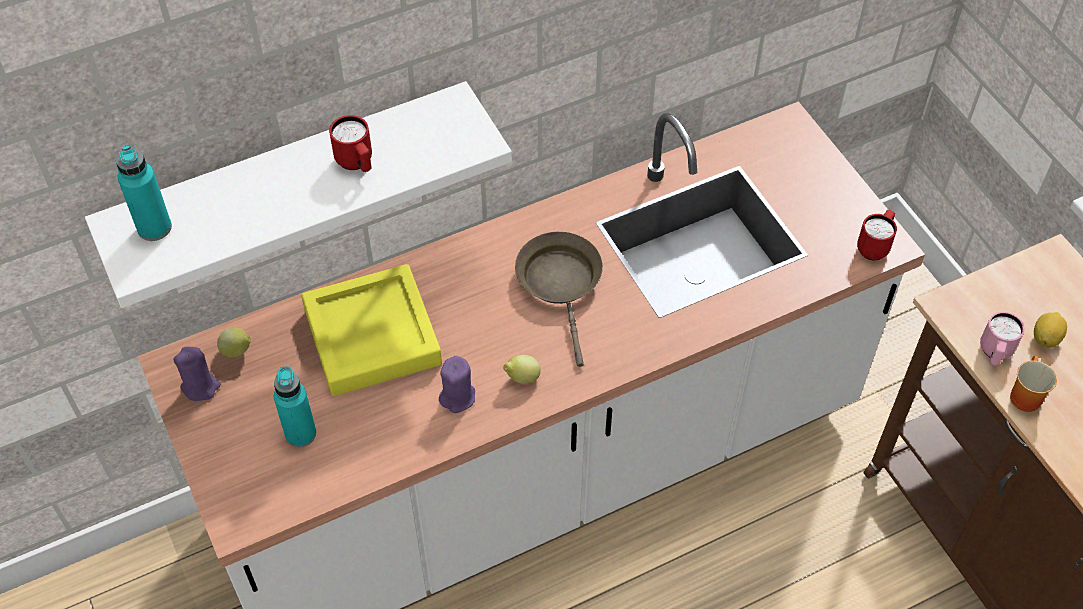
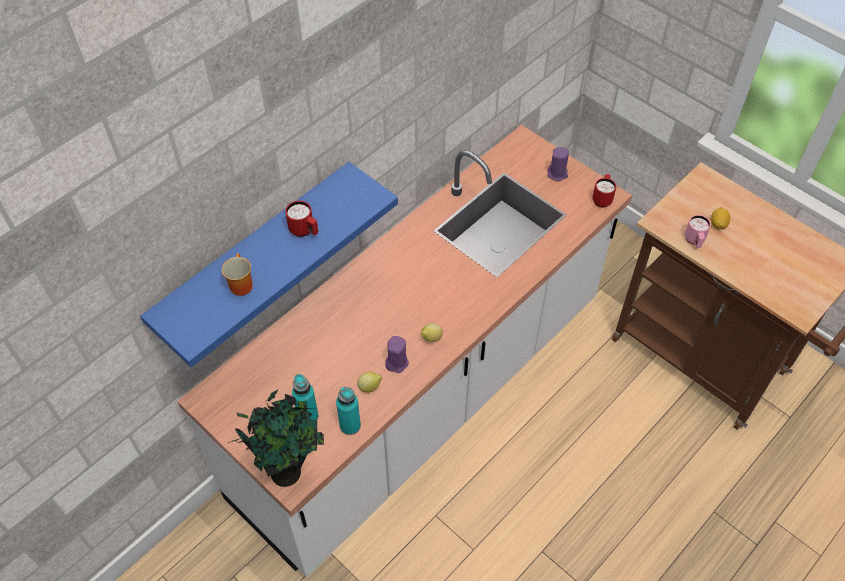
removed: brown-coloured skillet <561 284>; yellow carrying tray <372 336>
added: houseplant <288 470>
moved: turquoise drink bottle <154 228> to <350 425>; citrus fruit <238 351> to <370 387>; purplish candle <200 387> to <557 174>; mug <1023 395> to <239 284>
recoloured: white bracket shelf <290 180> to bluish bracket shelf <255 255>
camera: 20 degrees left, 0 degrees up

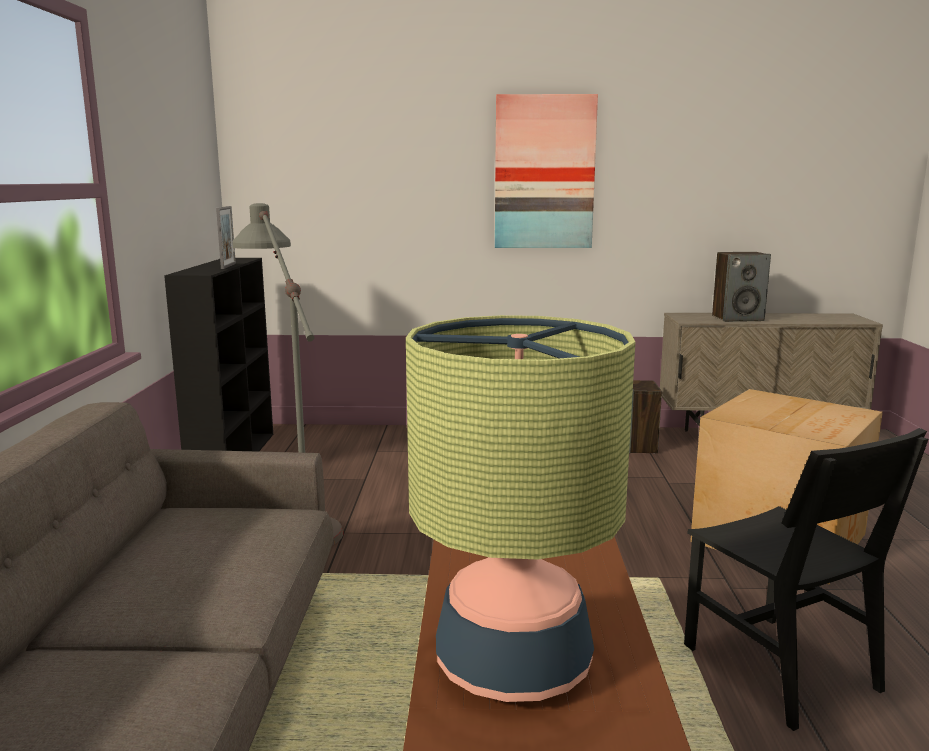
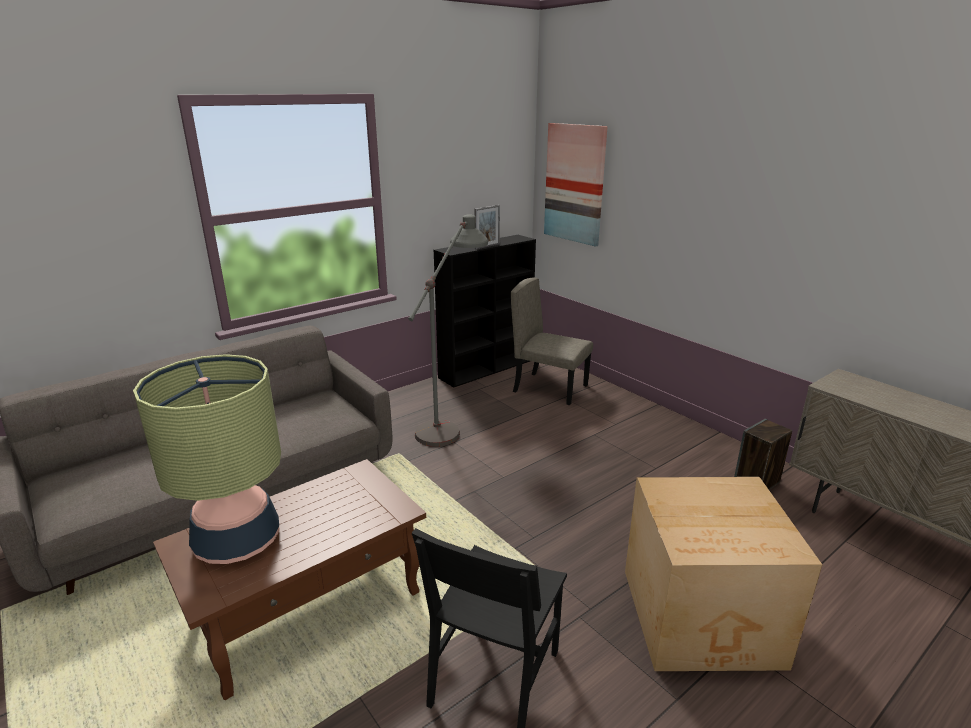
removed: loudspeaker <737 318>
added: sand-coloured plain chair <550 388>
moved: picture <544 172> to <575 184>
camera: 50 degrees right, 10 degrees up

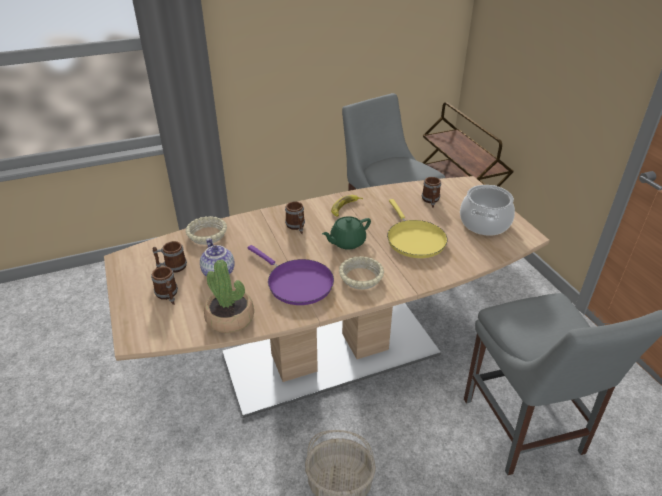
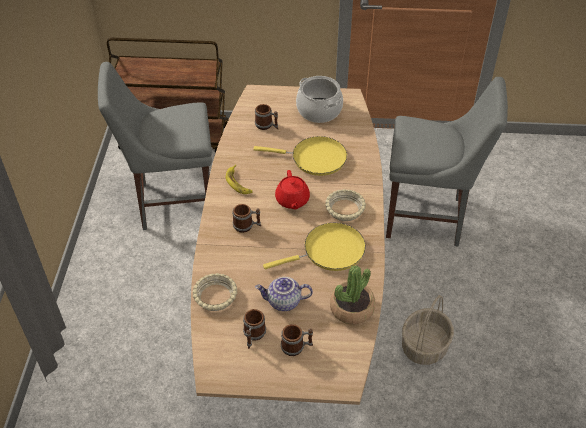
recoloured: green tea pot <347 242> to red-coloured tea pot <292 200>; purplish skillet <297 283> to yellow skillet <329 251>
camera: 65 degrees left, 10 degrees up

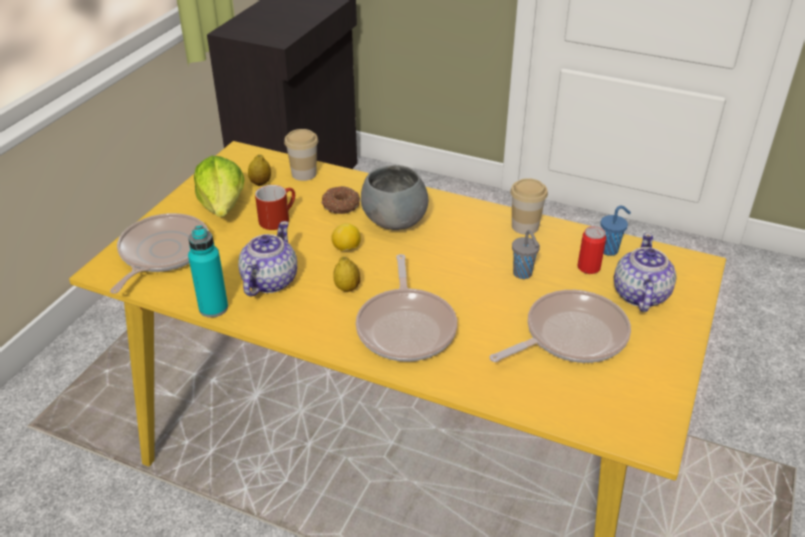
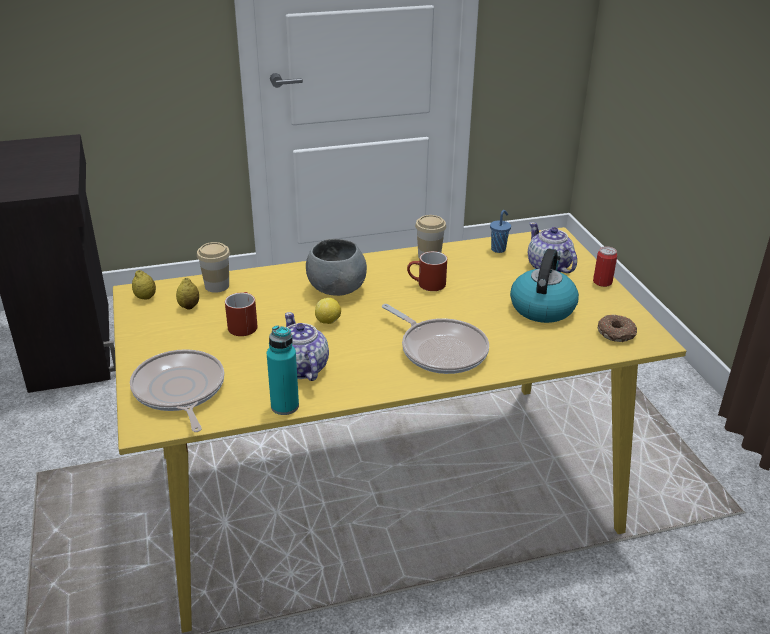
removed: lettuce head <223 206>; gray small cup <523 274>
added: red-coloured mug <426 285>
moved: donut <341 206> to <616 334>; metal can <588 267> to <602 282>; citrus fruit <347 288> to <145 297>
replaced: skillet <570 336> to tea kettle <542 307>
camera: 40 degrees left, 5 degrees down

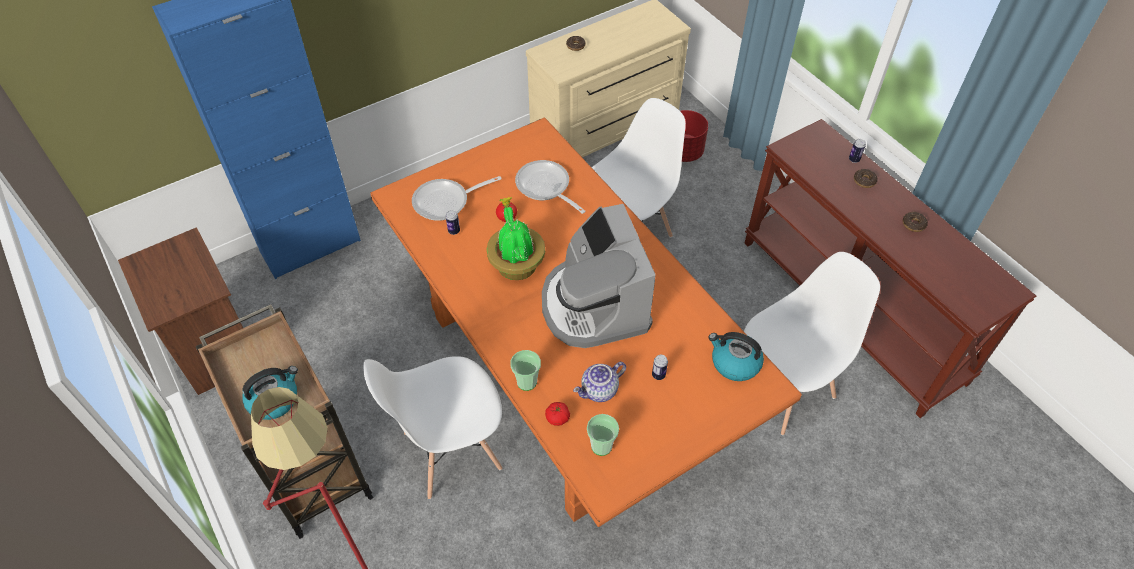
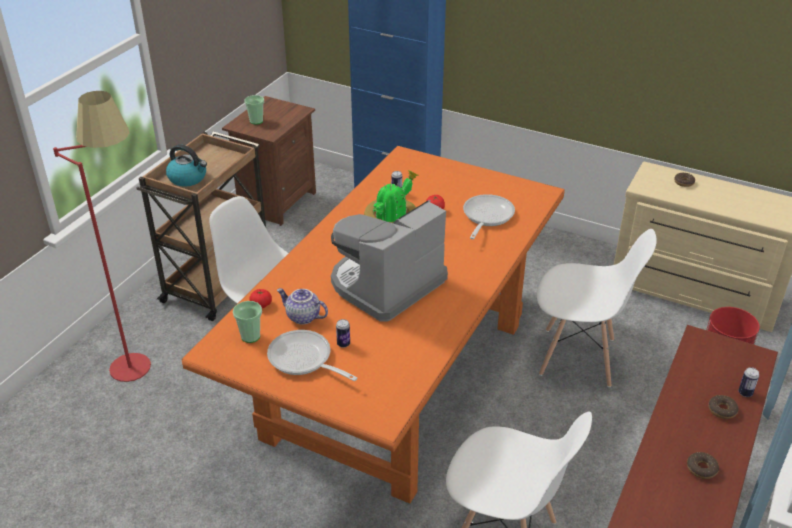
removed: tea kettle <734 363>
moved: skillet <446 202> to <304 360>; small cup <527 382> to <256 121>
camera: 60 degrees right, 15 degrees down

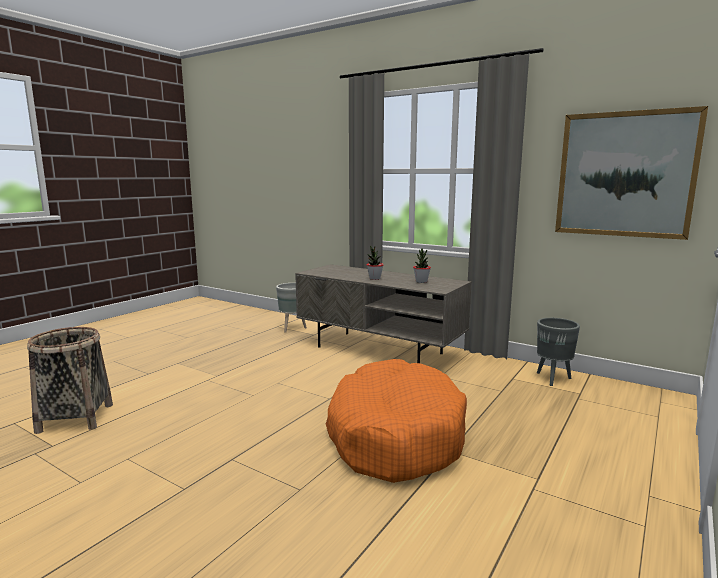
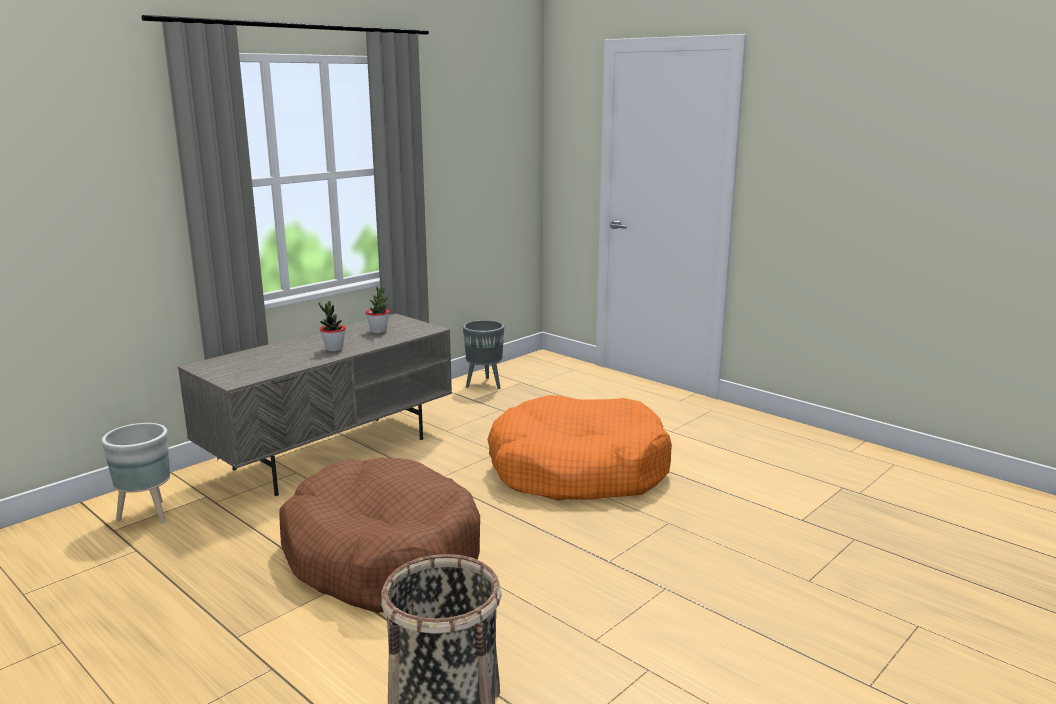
removed: picture <625 174>
added: brown-coloured dog bed <382 556>
camera: 80 degrees left, 5 degrees up

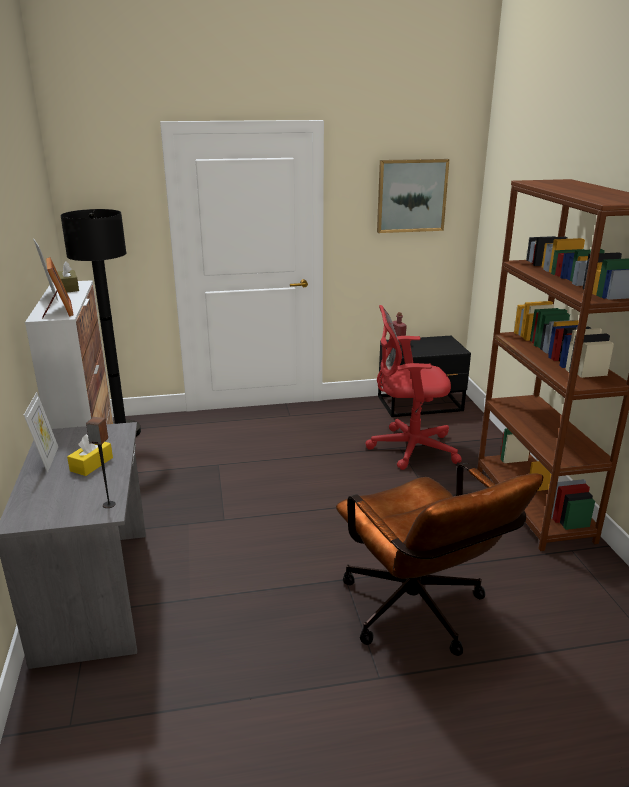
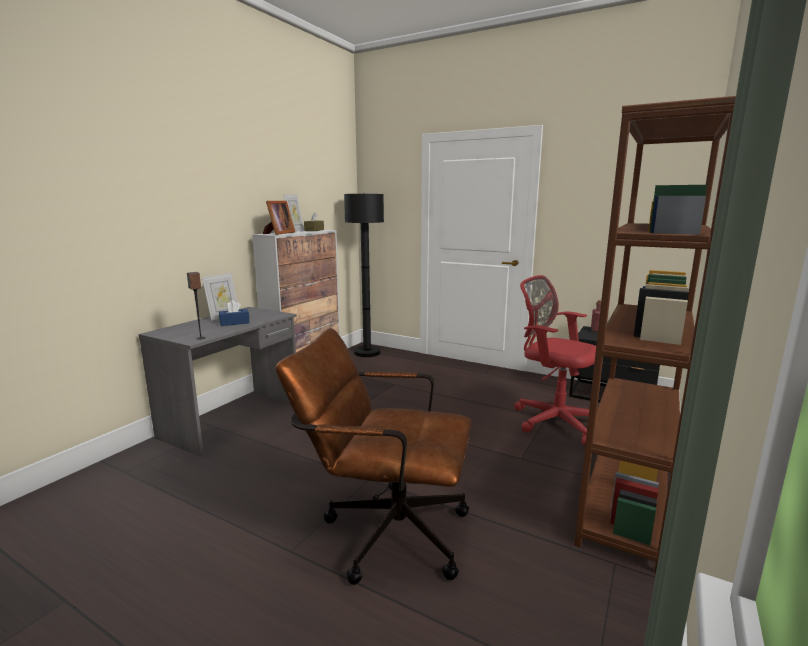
removed: picture <411 195>
recoloured: yellow tissue holder <91 464> to bluish tissue holder <234 323>
turned: brown-coloured office chair <419 615> = <384 530> 90 degrees clockwise
camera: 40 degrees right, 10 degrees down

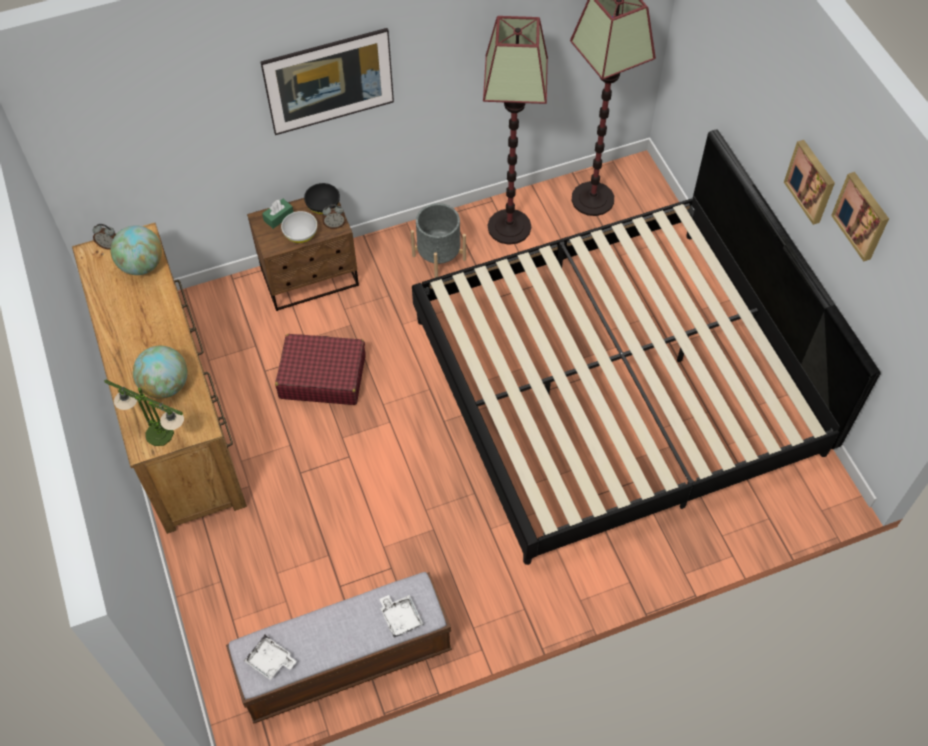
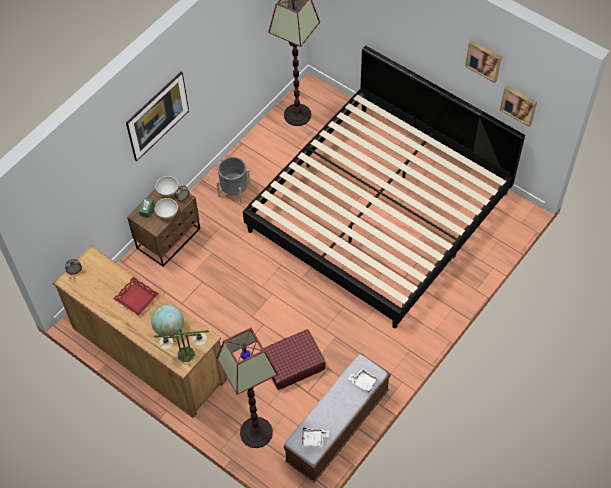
removed: globe <142 265>
added: red-coloured carrying tray <136 298>
moved: standard lamp <509 227> to <256 432>; picture <811 181> to <519 105>; red-coloured suitcase <322 376> to <292 363>
recoloured: black-coloured deep dish <323 206> to white deep dish <168 190>
camera: 30 degrees left, 0 degrees up

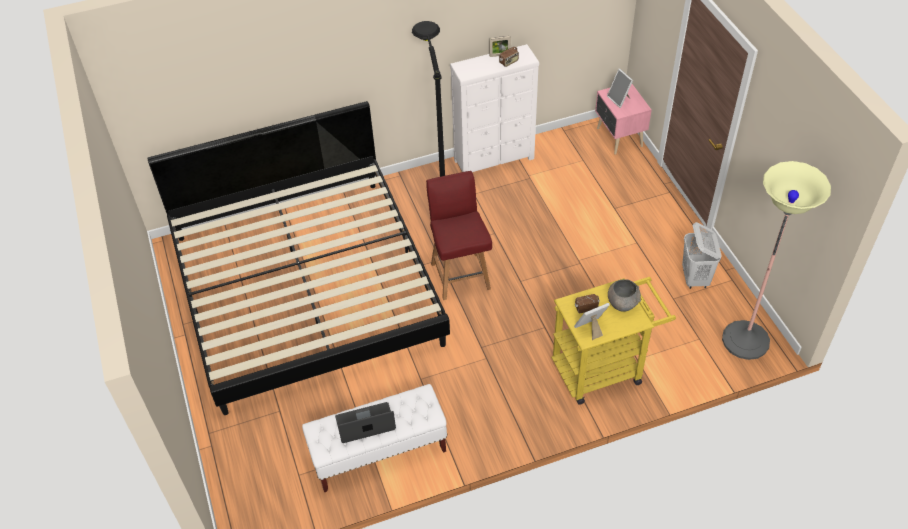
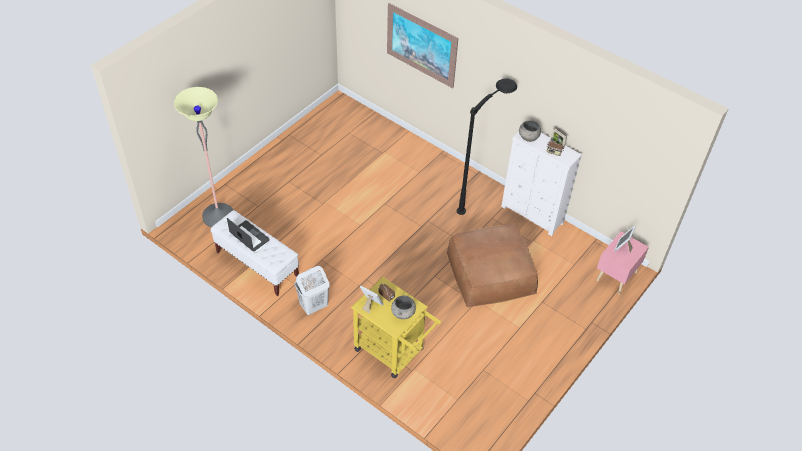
removed: sleeping bed <306 288>; red-coloured plain chair <460 275>
added: picture <421 45>; gray deep dish <528 138>; brown-coloured ottoman <491 272>
moved: standard lamp <745 340> to <218 216>; white washing basket <695 278> to <313 306>
camera: 55 degrees right, 0 degrees up

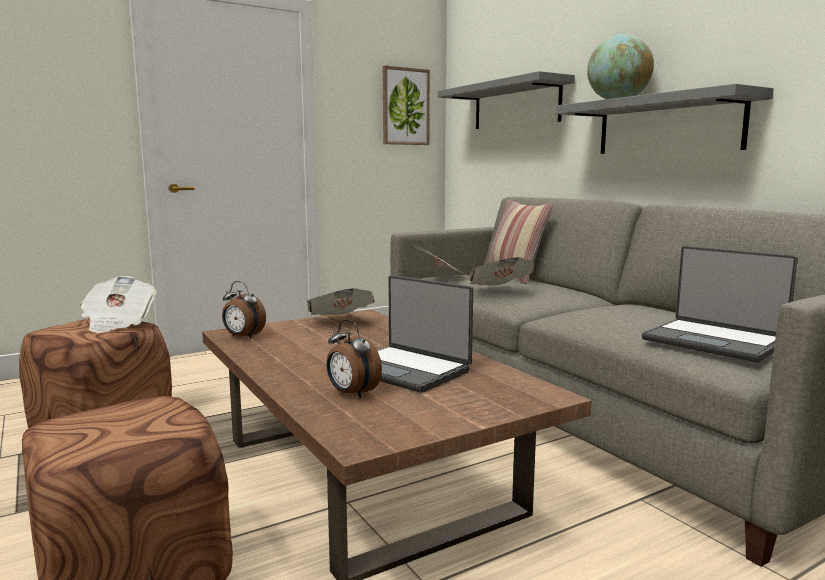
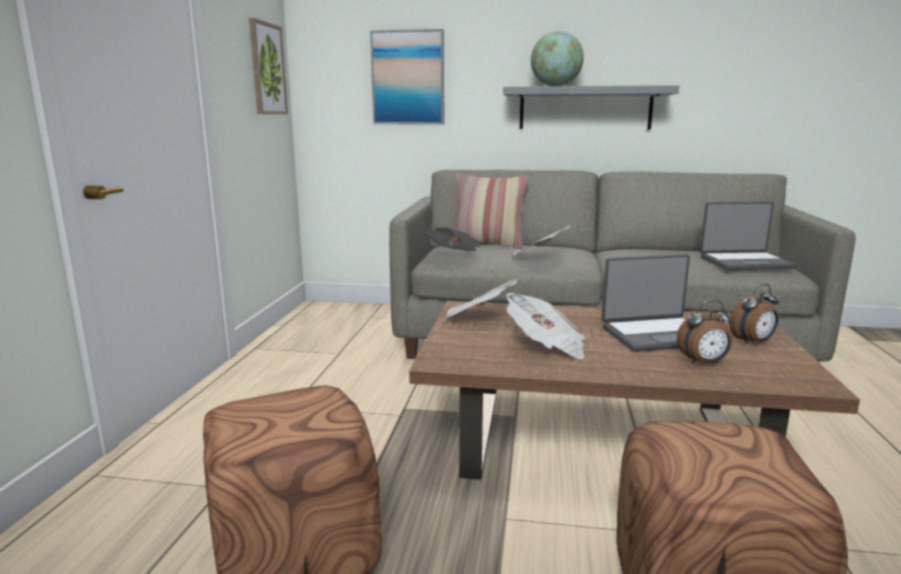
moved: daily paper <118 323> to <546 346>; bedside clock <243 337> to <753 342>
replaced: gray bracket shelf <516 105> to picture <408 78>
camera: 50 degrees left, 5 degrees up

